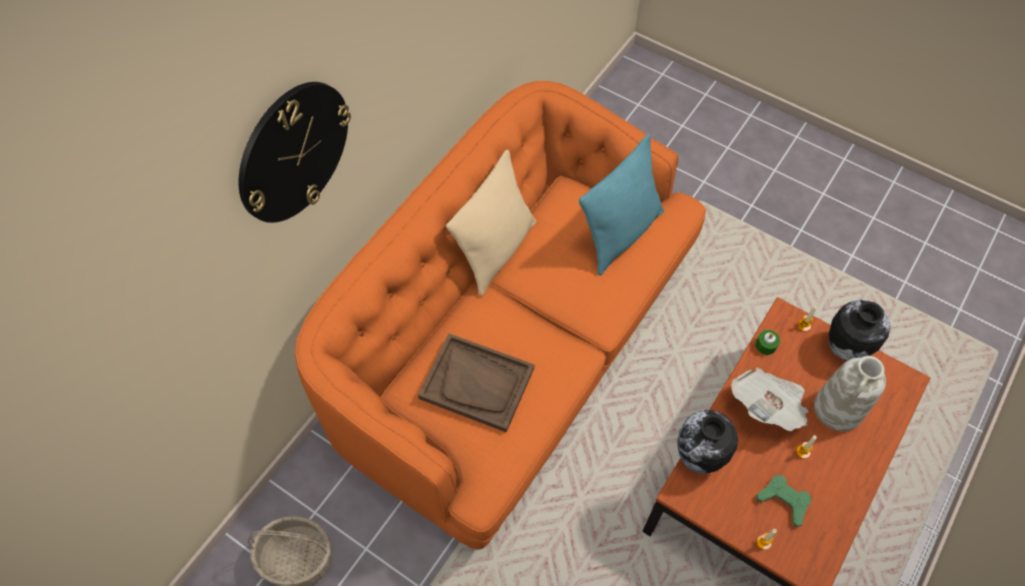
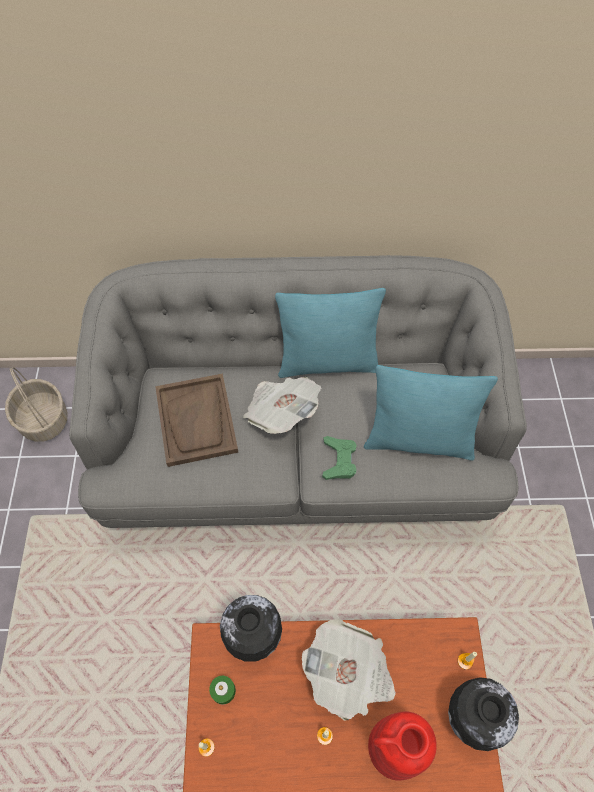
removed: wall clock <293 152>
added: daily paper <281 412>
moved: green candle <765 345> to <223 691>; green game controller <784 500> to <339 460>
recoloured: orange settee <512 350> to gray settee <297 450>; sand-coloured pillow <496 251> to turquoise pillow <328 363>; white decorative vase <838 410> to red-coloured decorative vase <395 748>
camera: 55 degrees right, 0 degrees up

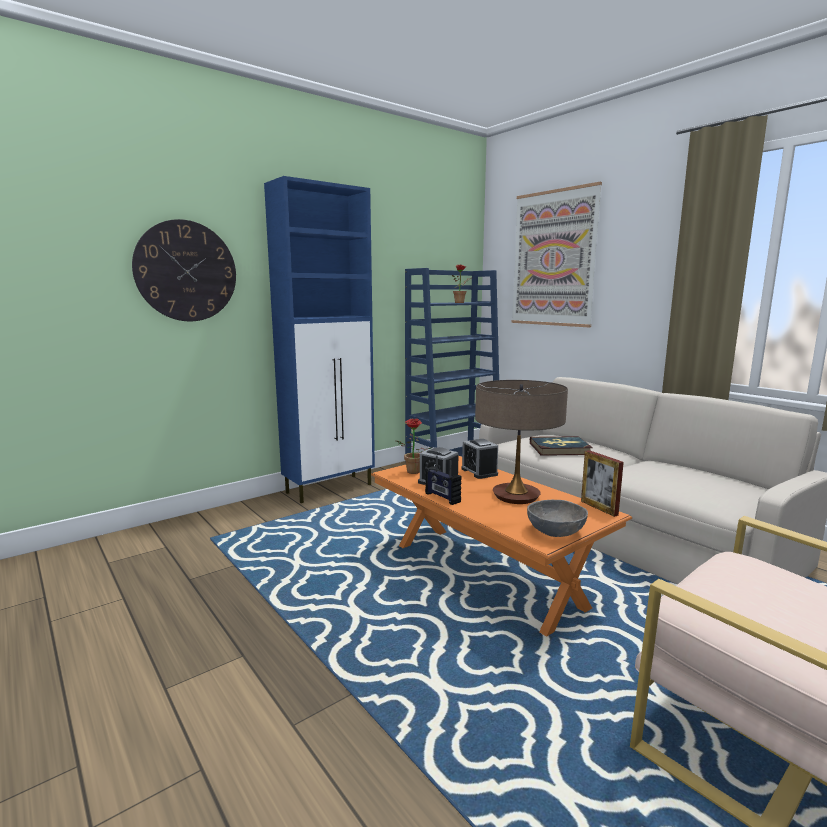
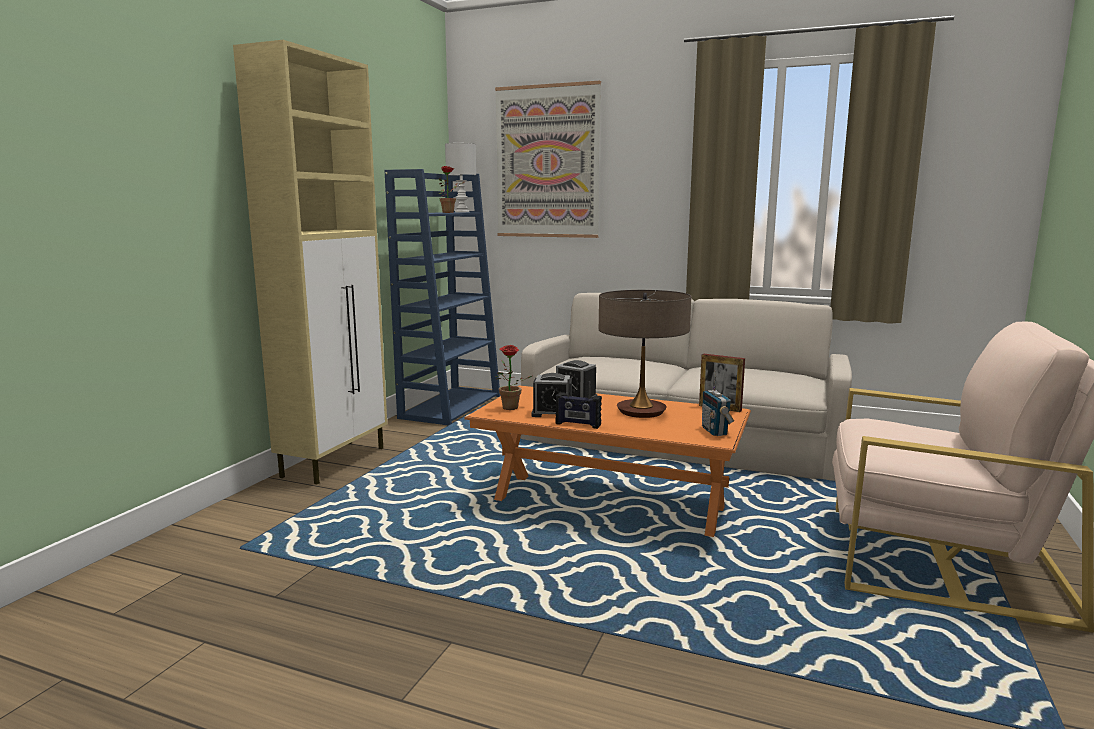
removed: wall clock <186 271>; volume <559 449>
added: white table lamp <461 212>
replaced: gray deep dish <556 531> to radio set <715 431>
recoloured: bluish storage cabinet <330 488> to sand-coloured storage cabinet <335 461>
camera: 30 degrees left, 0 degrees up

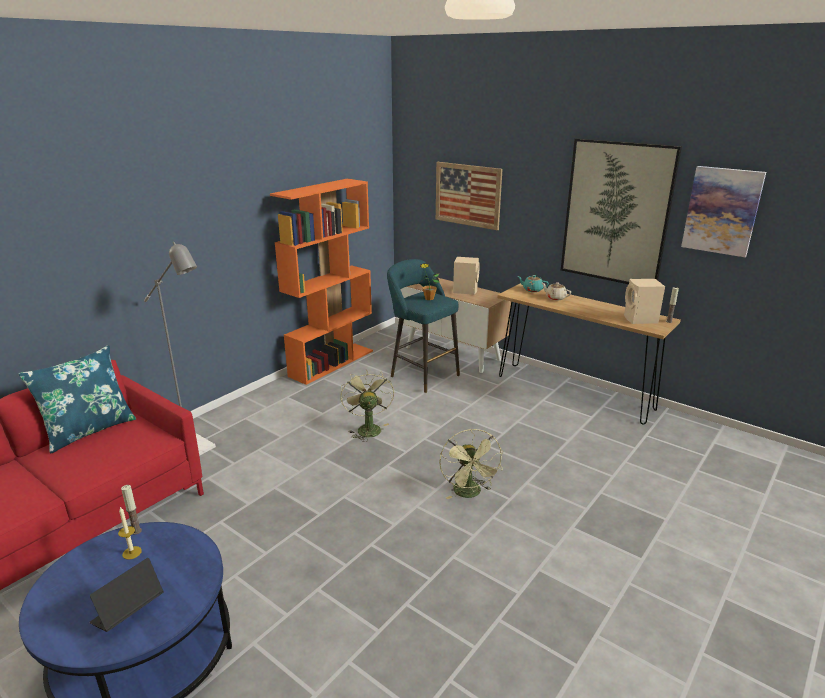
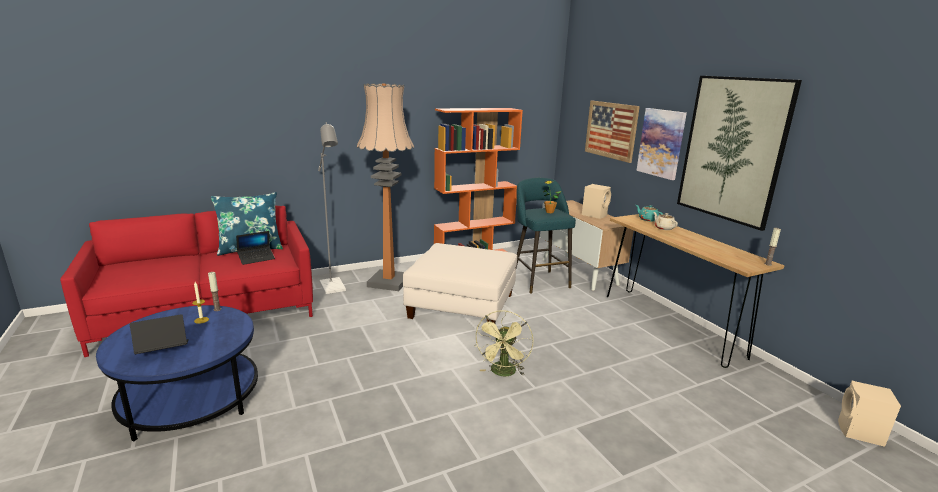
added: standard lamp <389 282>; laptop <256 258>
moved: picture <722 211> to <661 143>; sand-coloured loudspeaker <640 320> to <860 433>
replaced: green cooling fan <367 428> to white ottoman <461 306>
camera: 25 degrees right, 5 degrees down

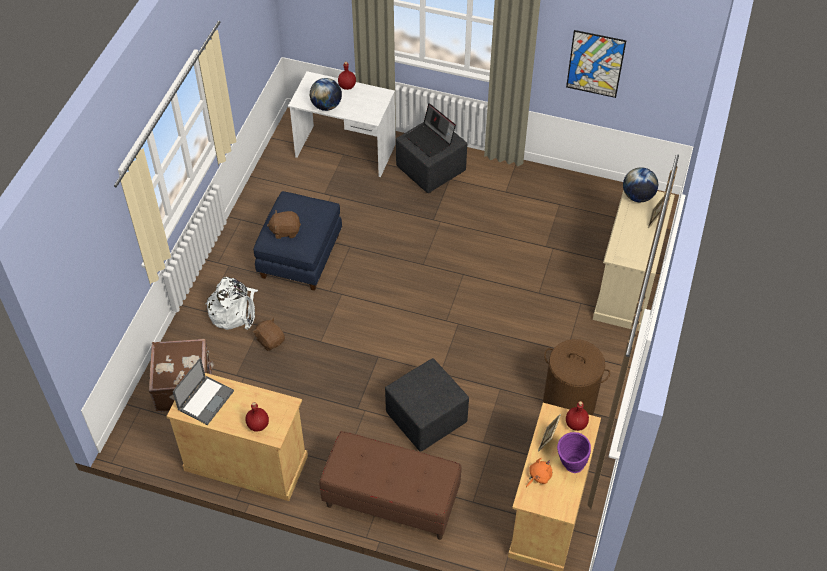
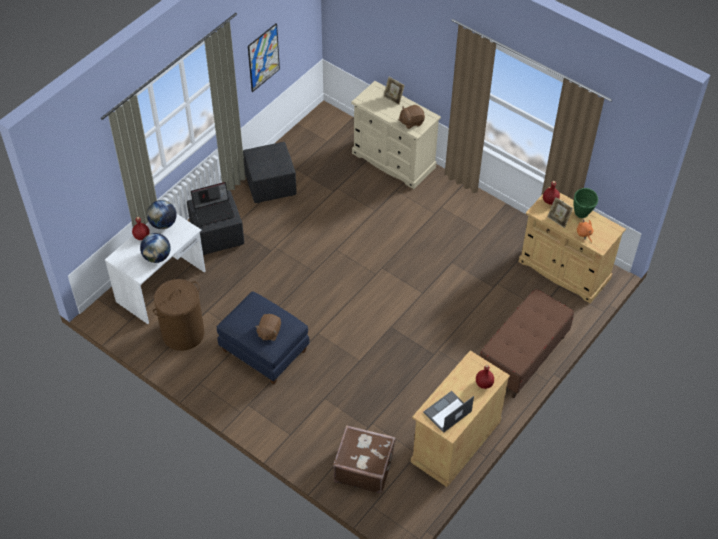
removed: white backpack <234 310>
moved: globe <637 196> to <163 224>; brown-coloured plush toy <270 340> to <411 122>; brown-coloured washing basket <569 404> to <183 333>; black-coloured ottoman <427 419> to <271 185>
recoloured: purplish decorative vase <570 466> to green decorative vase <582 215>
turned: laptop <206 399> = <447 412> 90 degrees counterclockwise
camera: 70 degrees left, 0 degrees up

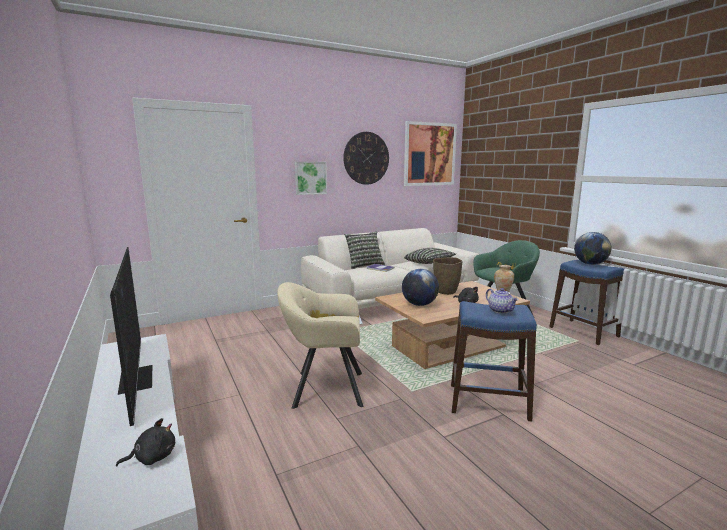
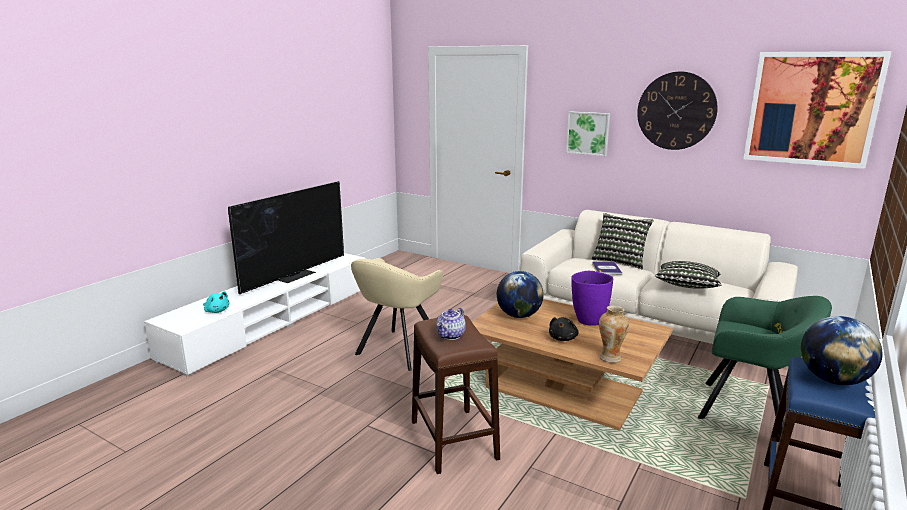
recoloured: brown-coloured decorative vase <446 292> to purplish decorative vase <588 321>; bluish stool seat <488 401> to brown-coloured stool seat <454 439>; black-coloured plush toy <152 457> to turquoise plush toy <217 311>
turned: sand-coloured easy chair <324 388> = <397 350> 120 degrees counterclockwise
camera: 60 degrees right, 5 degrees up

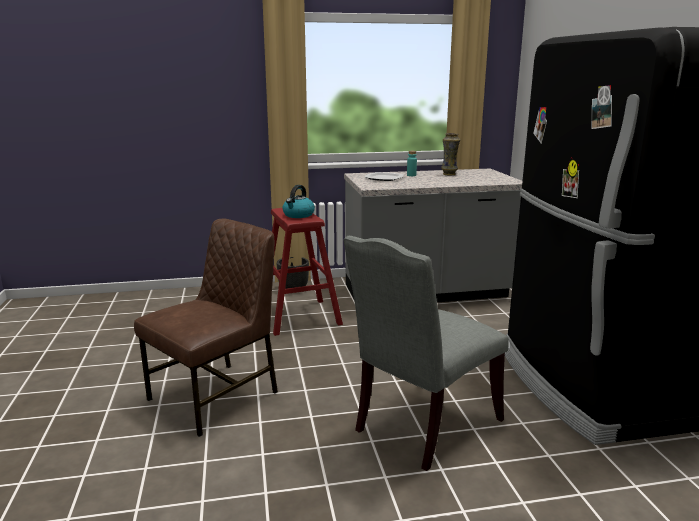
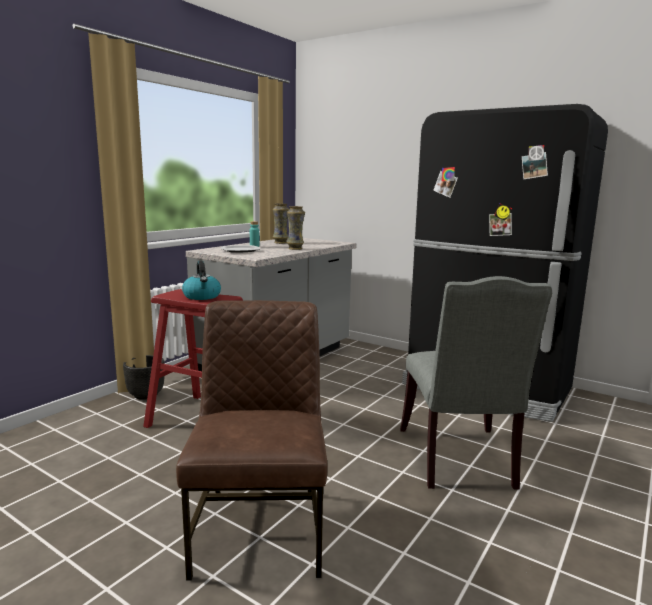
added: decorative vase <295 249>
camera: 45 degrees left, 5 degrees down

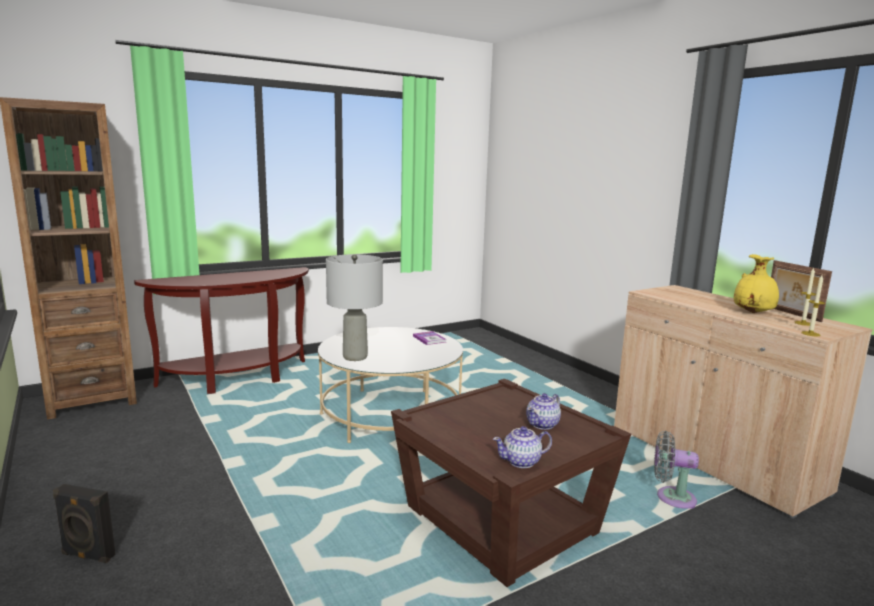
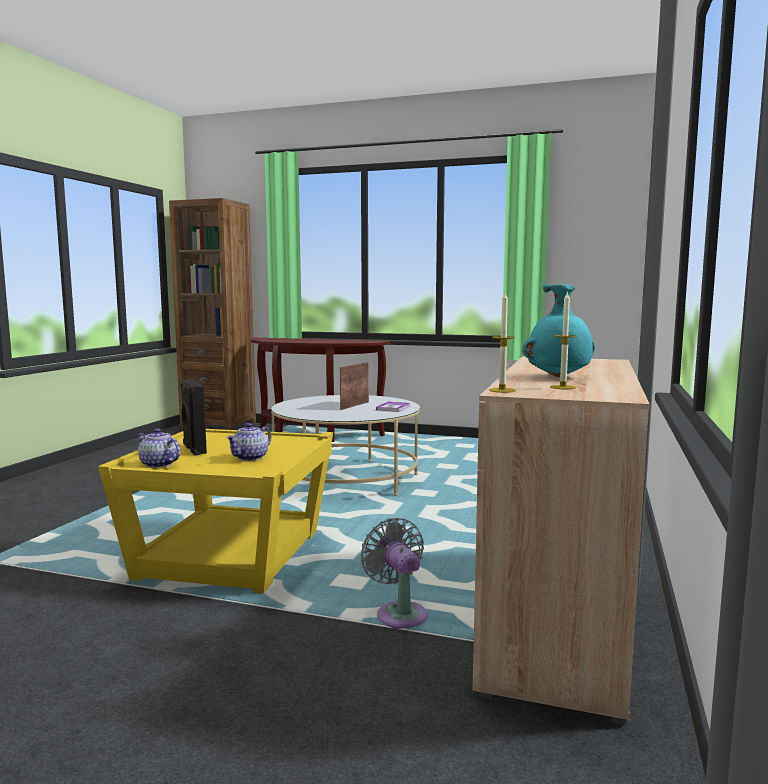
removed: gray table lamp <355 357>
moved: photo frame <791 314> to <354 405>; black-coloured loudspeaker <87 556> to <193 449>
recoloured: yellow decorative vase <754 313> to turquoise decorative vase <559 377>; brown-coloured side table <501 519> to yellow side table <233 555>
turned: tea pot <543 424> = <250 458> 60 degrees counterclockwise
camera: 50 degrees right, 5 degrees down

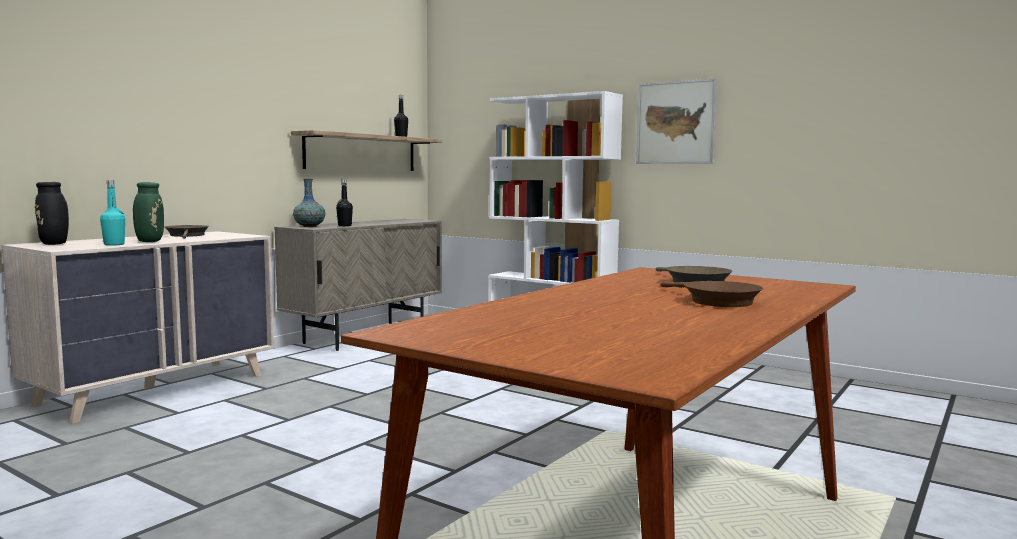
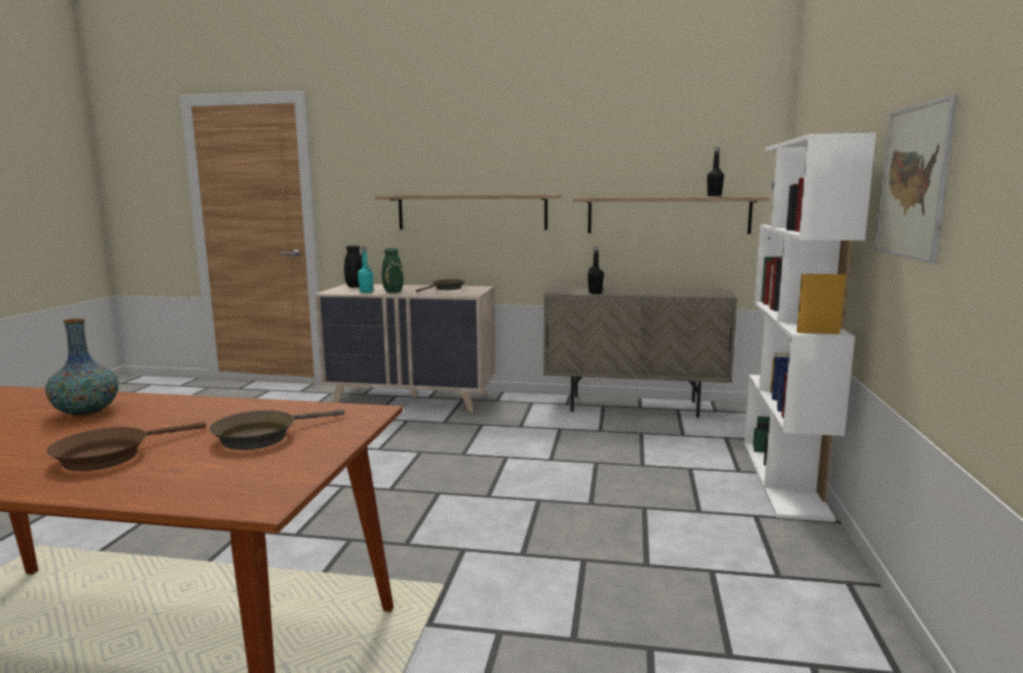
added: bracket shelf <472 212>
moved: decorative vase <309 226> to <86 412>
camera: 65 degrees right, 5 degrees up

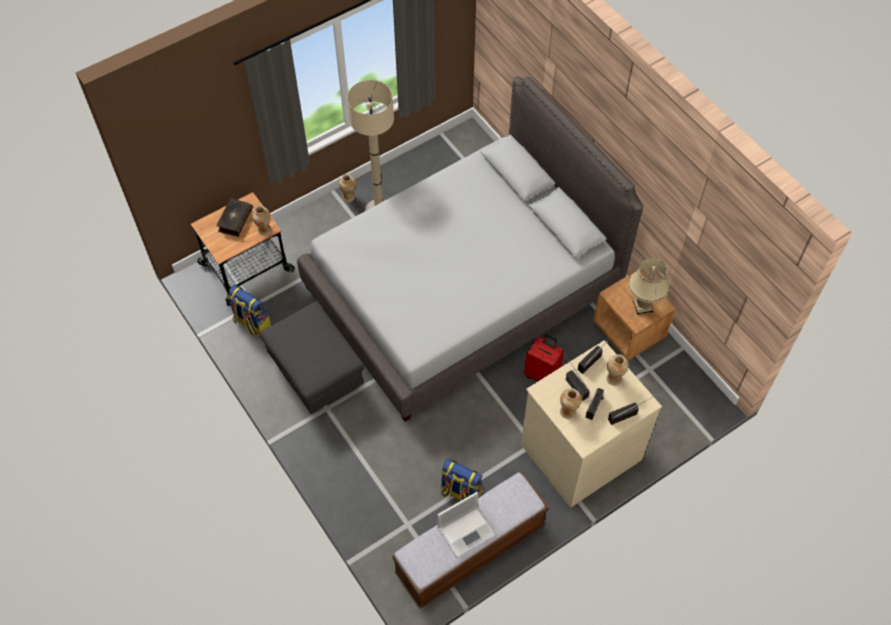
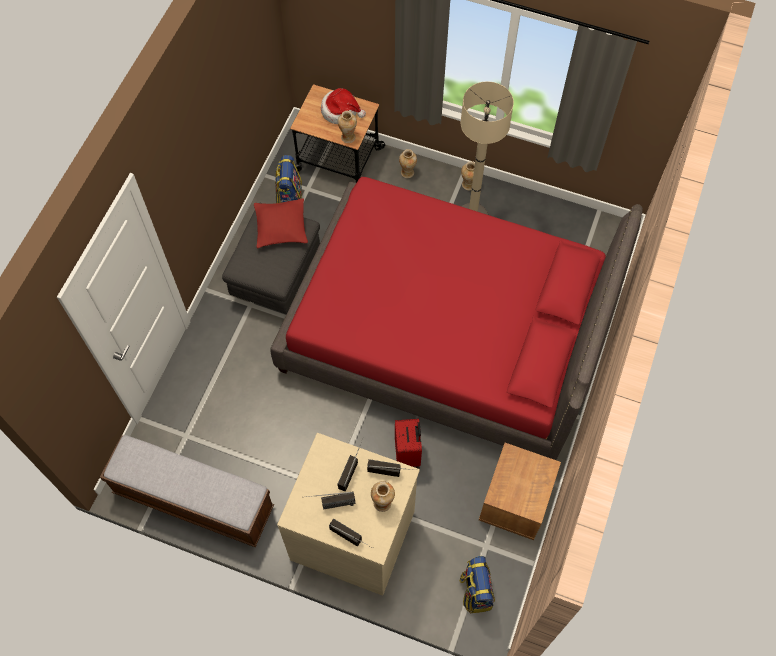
removed: sand-coloured table lamp <642 306>; laptop <467 530>
added: red-coloured pillow <281 227>
moved: decorative vase <568 412> to <407 173>; backpack <460 493> to <475 591>
replaced: volume <235 220> to hat <340 111>
recoloured: gray sleeping bed <463 289> to red-coloured sleeping bed <446 333>
camera: 55 degrees right, 5 degrees up

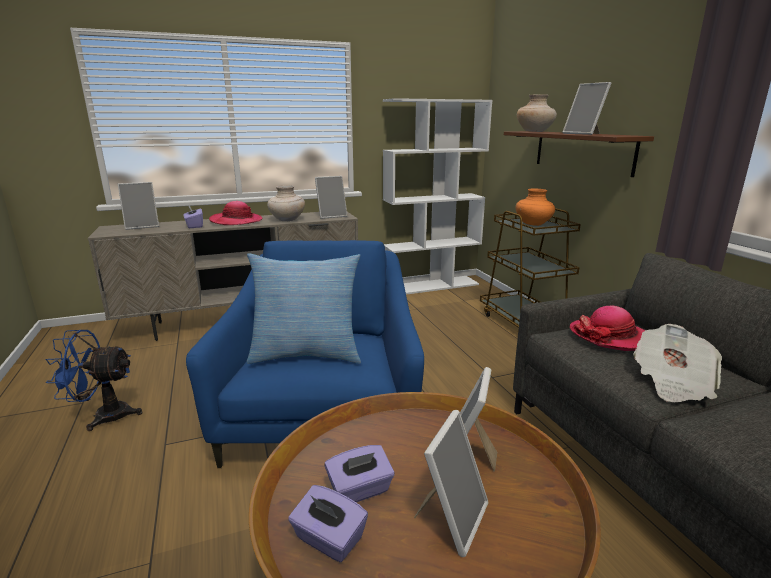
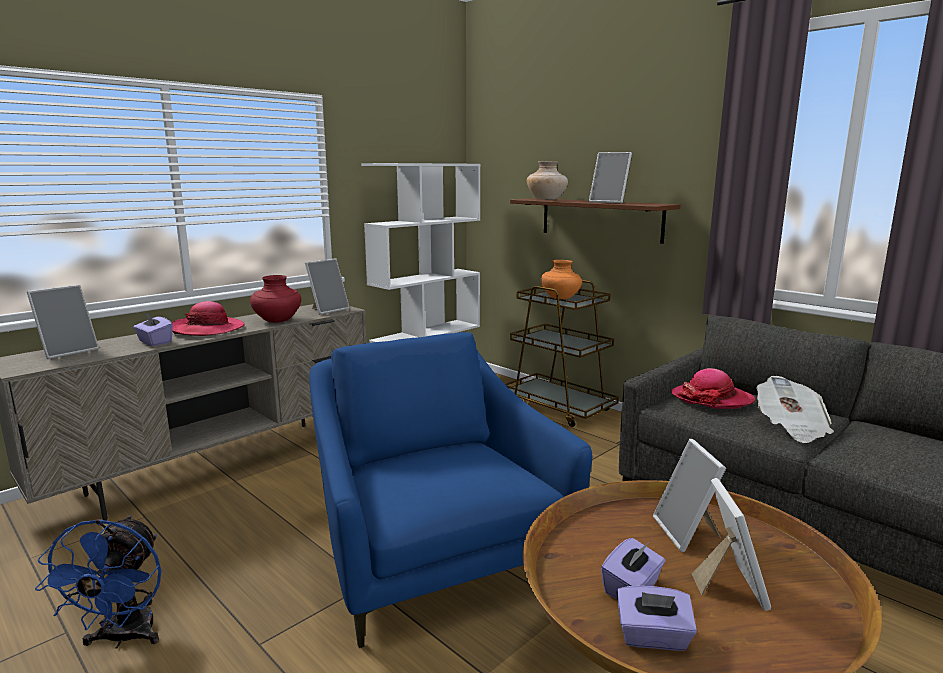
removed: pillow <306 354>
recoloured: sand-coloured decorative vase <287 220> to red-coloured decorative vase <277 320>
turned: bluish cooling fan <103 416> = <124 638> 60 degrees counterclockwise
camera: 25 degrees left, 5 degrees down

